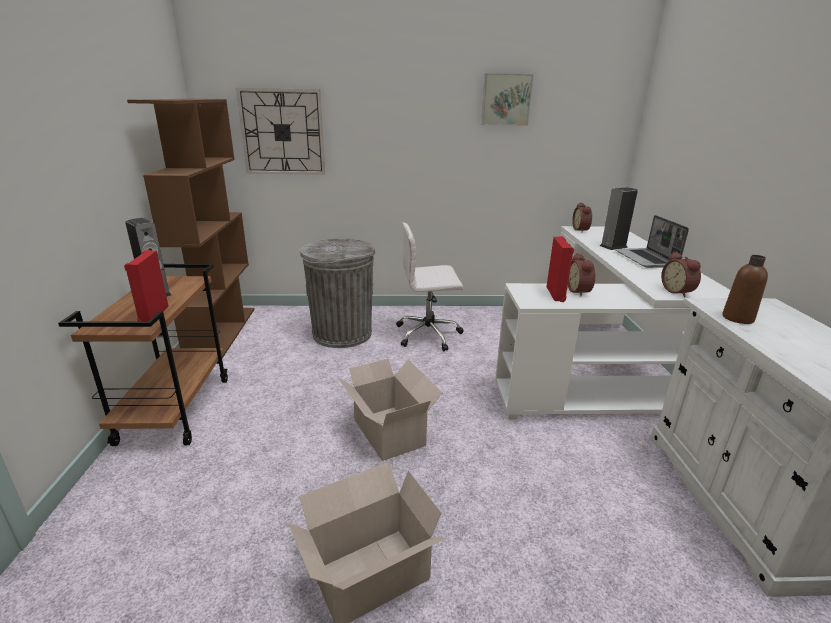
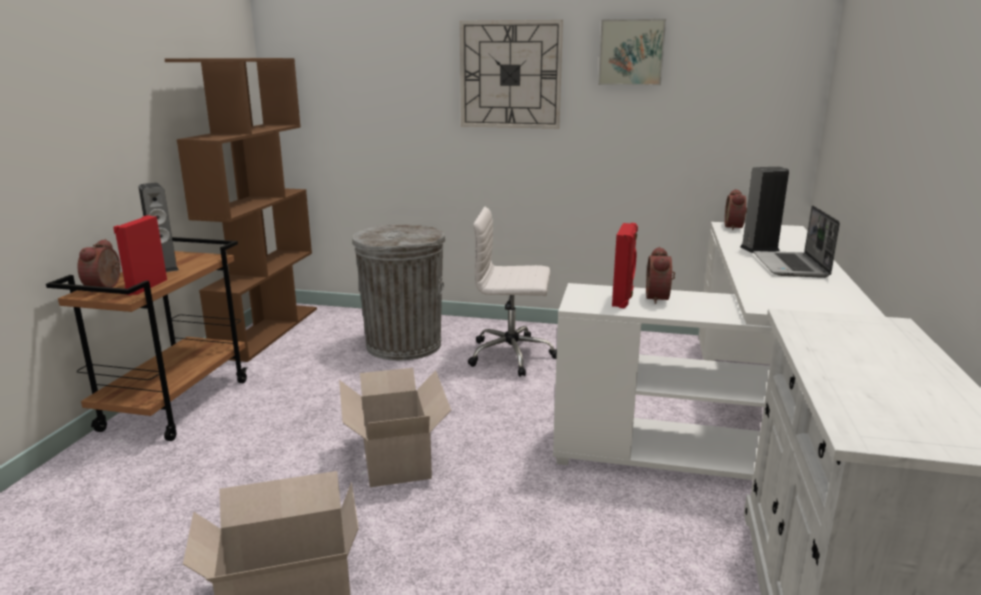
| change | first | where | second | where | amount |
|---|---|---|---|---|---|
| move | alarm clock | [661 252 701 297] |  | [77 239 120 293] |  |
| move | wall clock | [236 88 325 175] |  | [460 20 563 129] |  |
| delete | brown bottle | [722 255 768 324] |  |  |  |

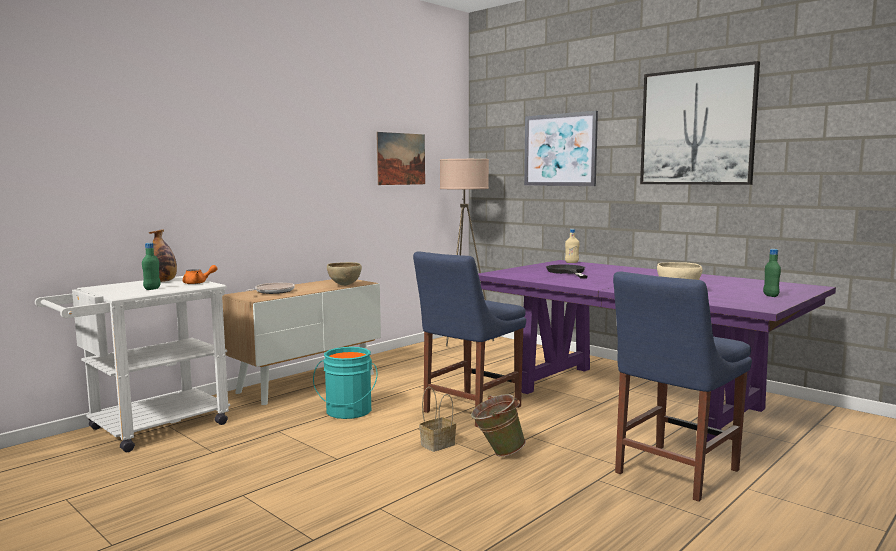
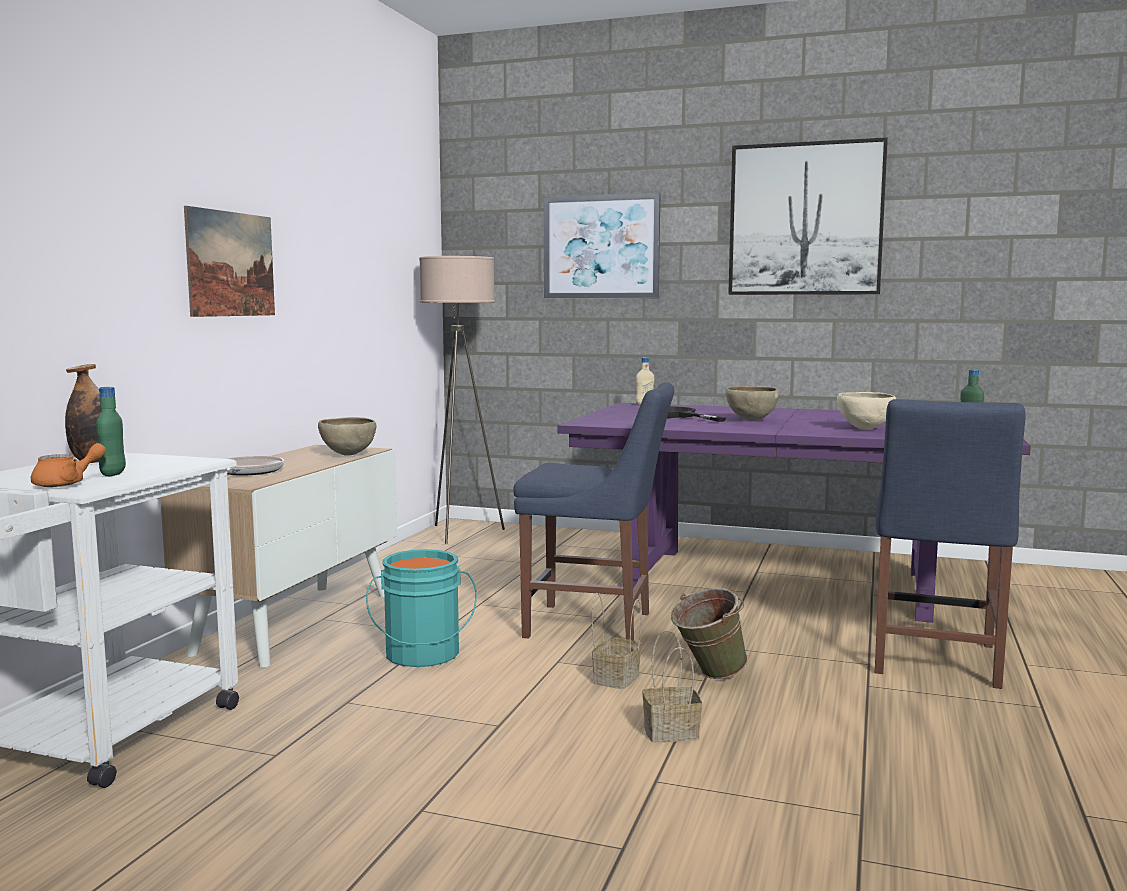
| change | first | where | second | where | amount |
|---|---|---|---|---|---|
| move | orange teapot | [182 265 218 284] |  | [31 443 106 487] |  |
| move | picture | [376 132 425 185] |  | [184 206 275 317] |  |
| rotate | blue chair | [413 251 526 427] |  | [513 383 674 641] | 90 degrees counterclockwise |
| insert |  |  | basket | [642 630 702 742] |  |
| insert |  |  | brown bowl | [725 386 779 421] |  |

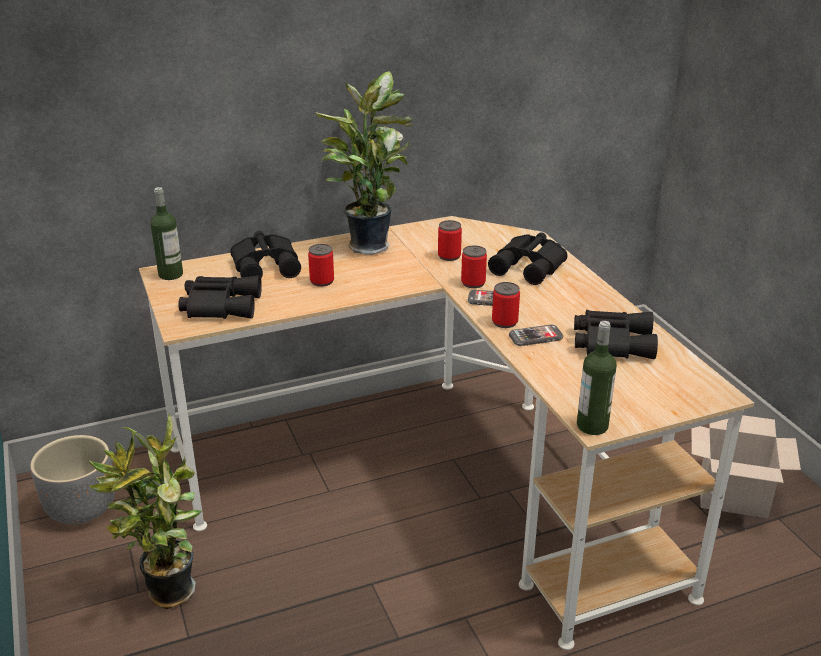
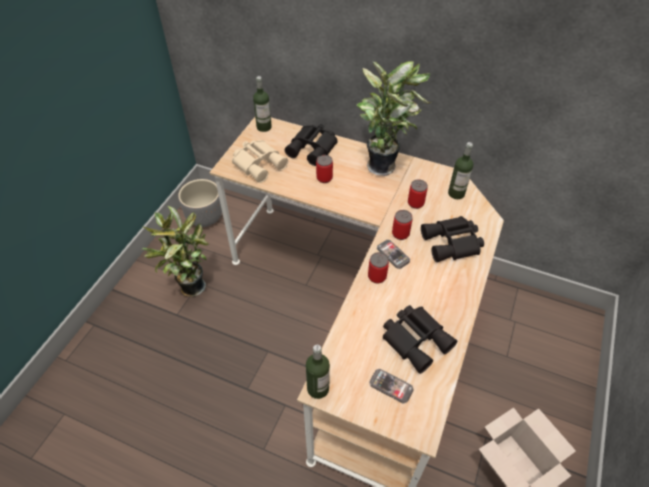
| change | first | where | second | where | amount |
|---|---|---|---|---|---|
| recolor | black binoculars | [178 275 262 319] | beige binoculars | [232 140 288 183] |  |
| move | phone | [509 324 563 346] |  | [369 369 414 403] |  |
| insert |  |  | bottle | [448 142 473 199] |  |

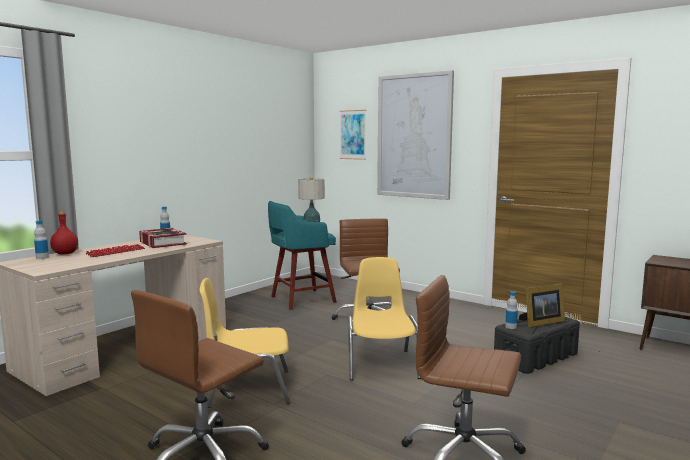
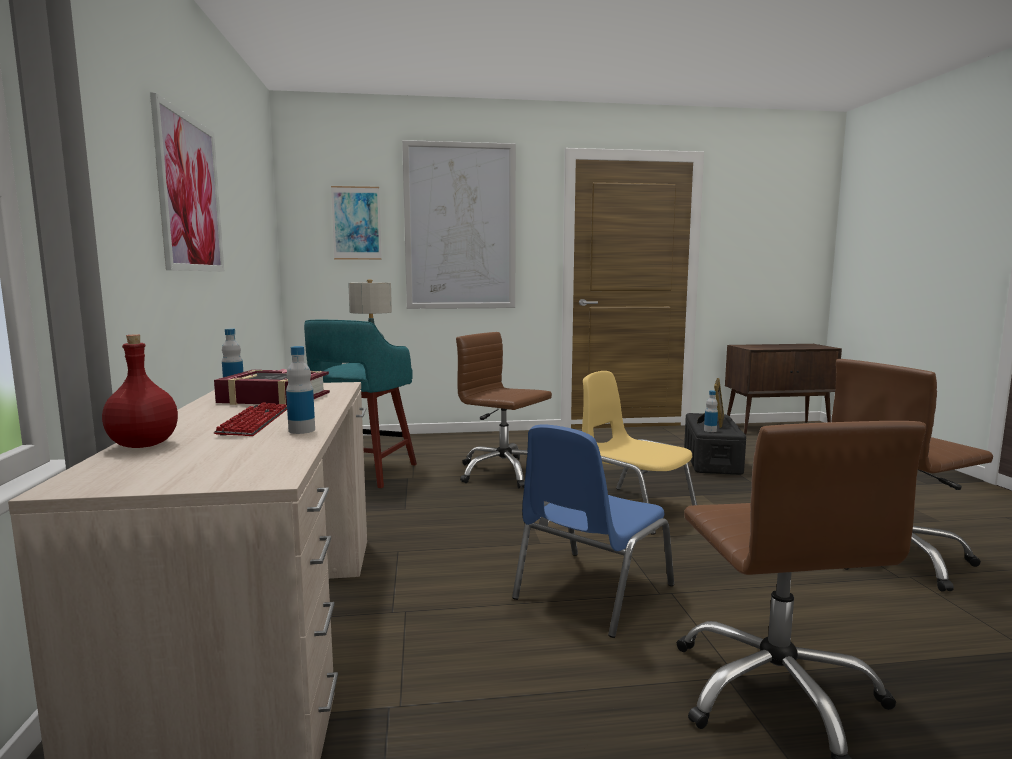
| change | first | where | second | where | amount |
|---|---|---|---|---|---|
| insert |  |  | picture | [150 92 224 272] |  |
| move | bottle | [34 220 49 259] |  | [286 346 315 434] |  |
| recolor | yellow chair | [200 278 290 408] | blue chair | [512 424 674 638] |  |

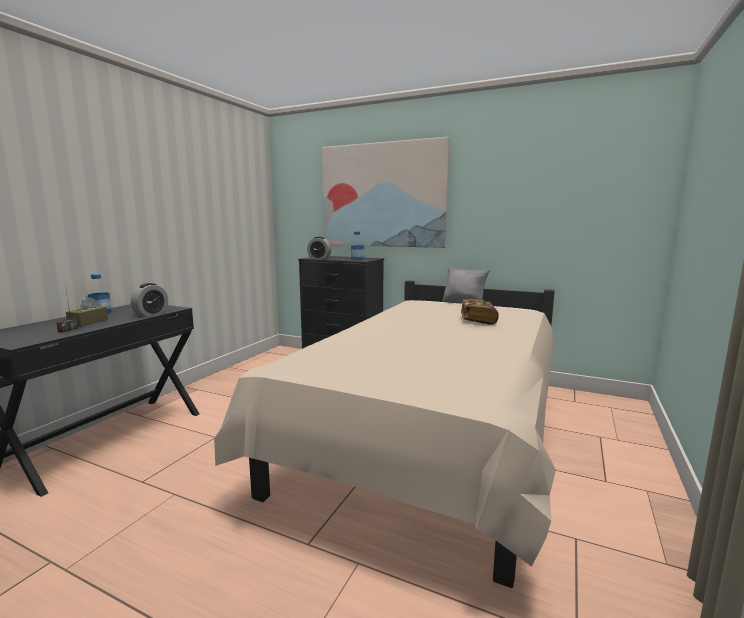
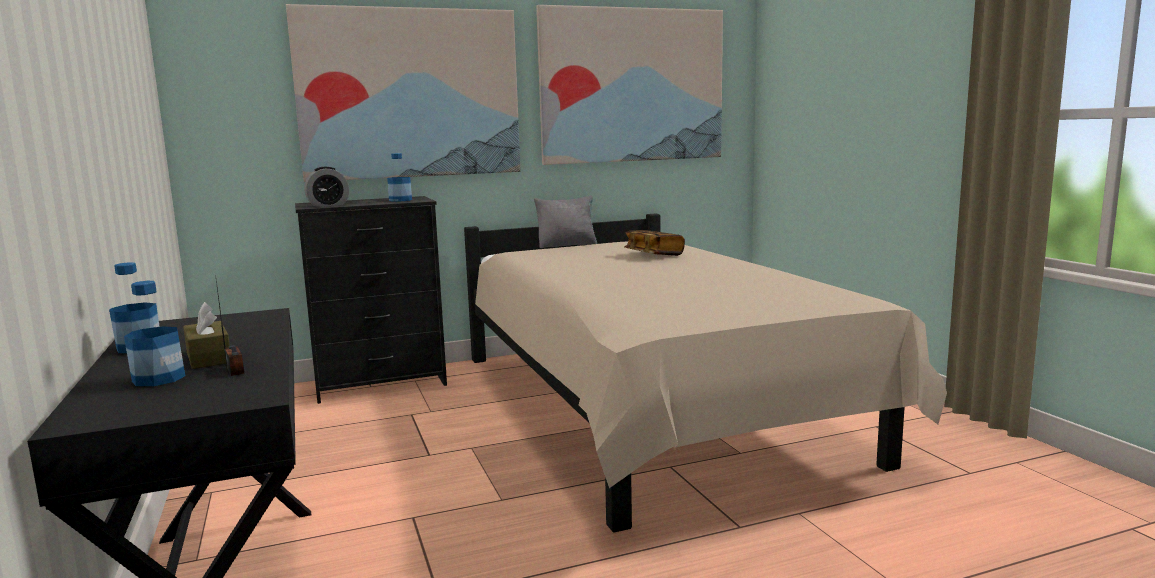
| change | first | where | second | where | amount |
|---|---|---|---|---|---|
| insert |  |  | bottle | [124 281 185 386] |  |
| insert |  |  | picture | [536 5 723 165] |  |
| delete | alarm clock | [130 283 168 317] |  |  |  |

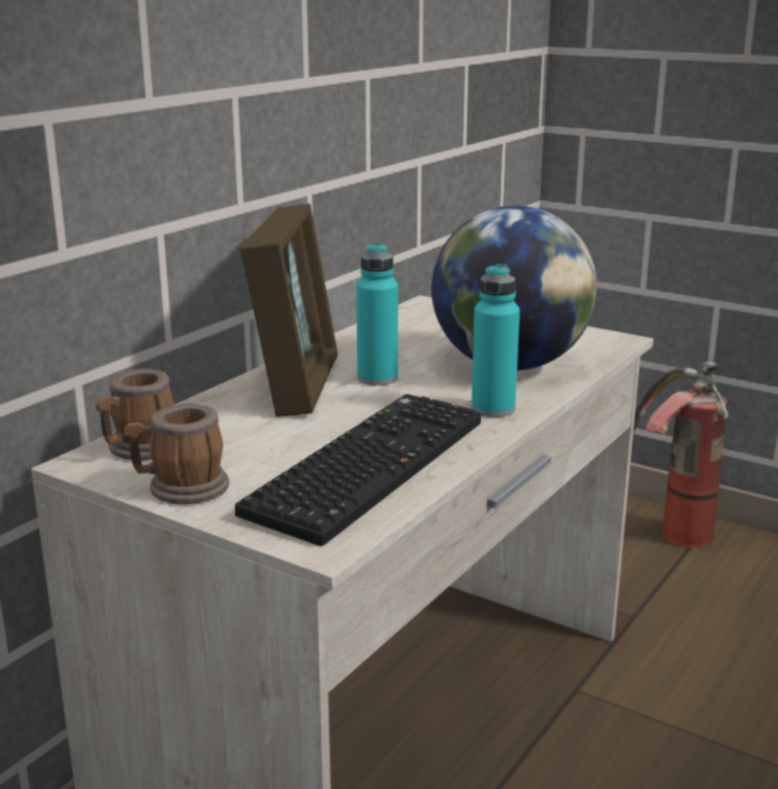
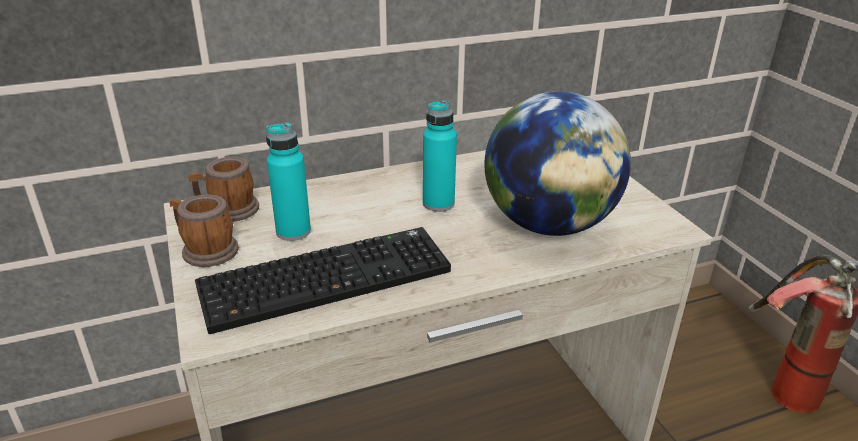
| change | first | where | second | where | amount |
|---|---|---|---|---|---|
| move | turquoise bottle | [471 264 520 417] |  | [266 123 311 241] |  |
| delete | picture frame | [240 203 338 417] |  |  |  |

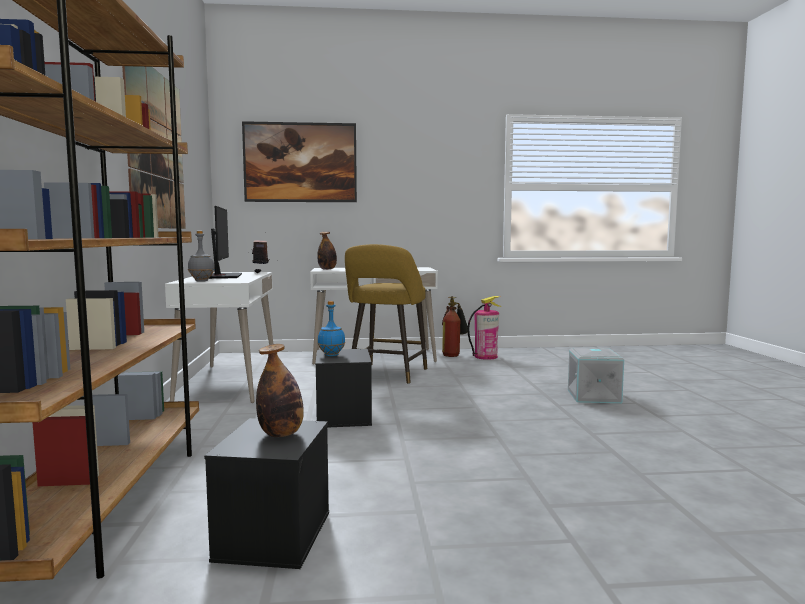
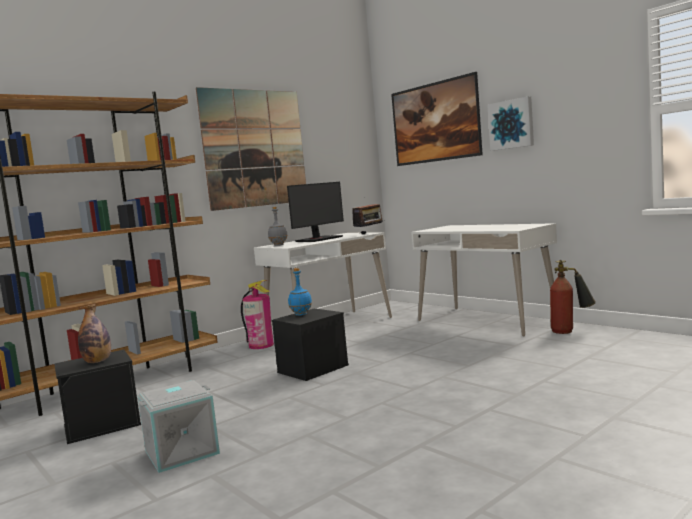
| change | first | where | second | where | amount |
|---|---|---|---|---|---|
| move | grey storage box | [568 348 624 403] |  | [138 380 220 473] |  |
| move | fire extinguisher | [467 296 502 360] |  | [241 280 274 349] |  |
| insert |  |  | picture | [487 96 534 151] |  |
| delete | bottle | [317 232 337 270] |  |  |  |
| delete | yellow stool | [345 244 427 384] |  |  |  |

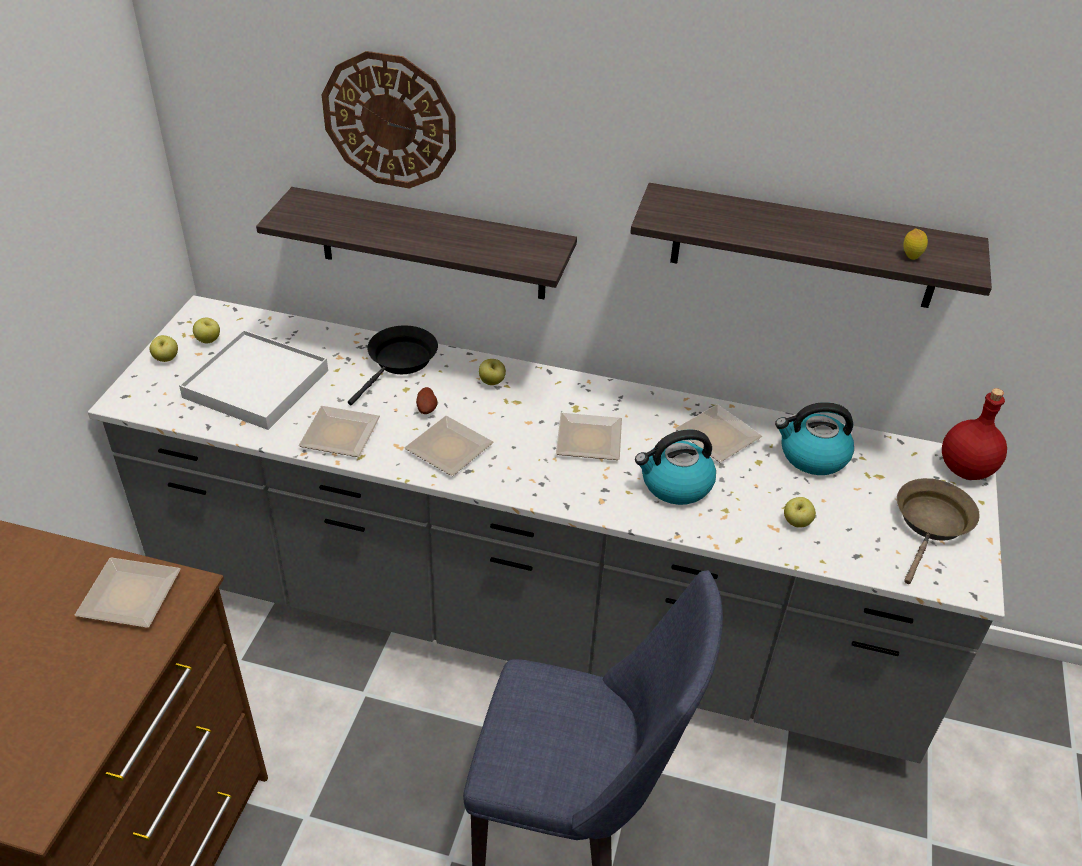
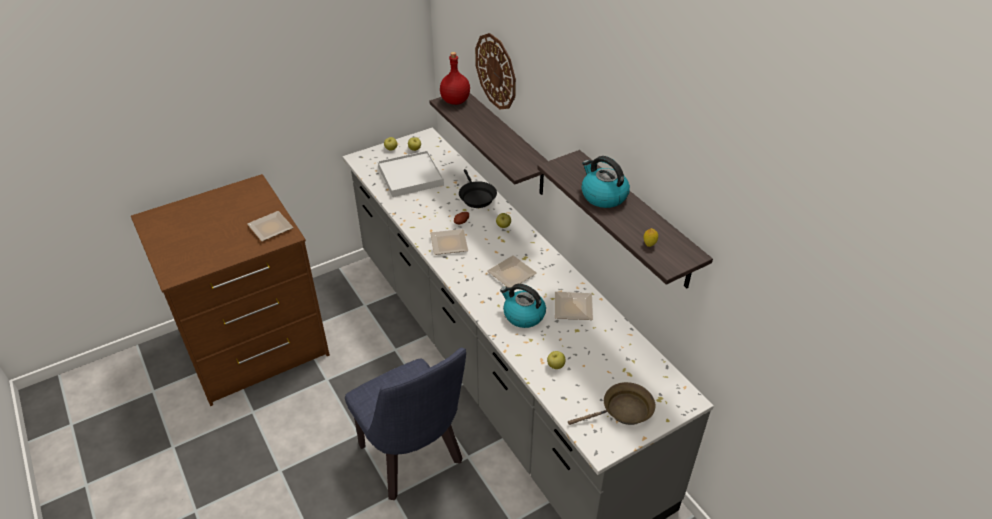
| change | first | where | second | where | amount |
|---|---|---|---|---|---|
| move | red bottle | [942 388 1007 480] |  | [440 52 470 105] |  |
| rotate | black frying pan | [348 326 438 406] |  | [459 169 497 208] | 90 degrees clockwise |
| move | kettle | [775 402 854 475] |  | [581 156 630 208] |  |
| delete | plate | [298 406 380 457] |  |  |  |

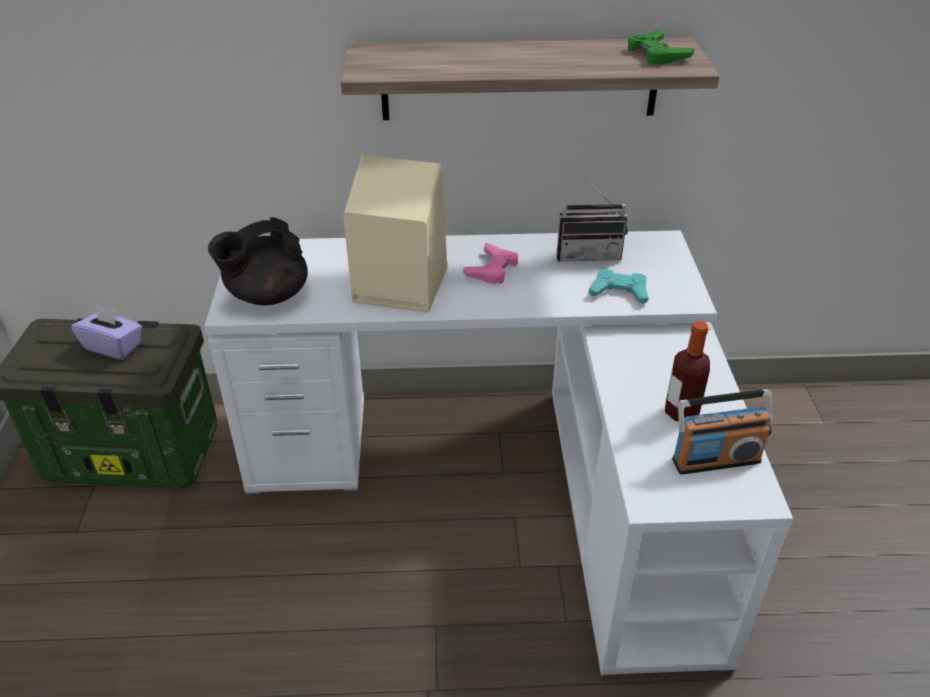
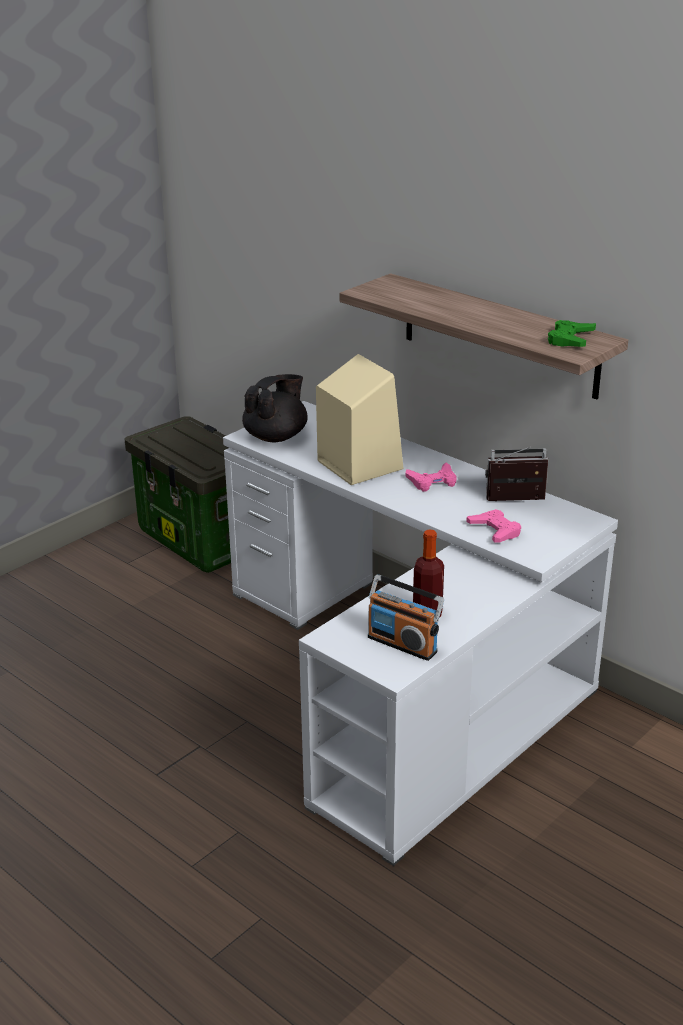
| change | first | where | second | where | amount |
|---|---|---|---|---|---|
| rotate | black teapot | [208 217 308 305] |  | [242 374 307 442] | 120 degrees clockwise |
| recolor | turquoise game controller | [589 269 649 304] | pink game controller | [466 509 521 542] |  |
| rotate | radio | [556 178 628 261] |  | [485 447 548 501] | 135 degrees clockwise |
| delete | purple tissue box | [71 305 142 360] |  |  |  |

